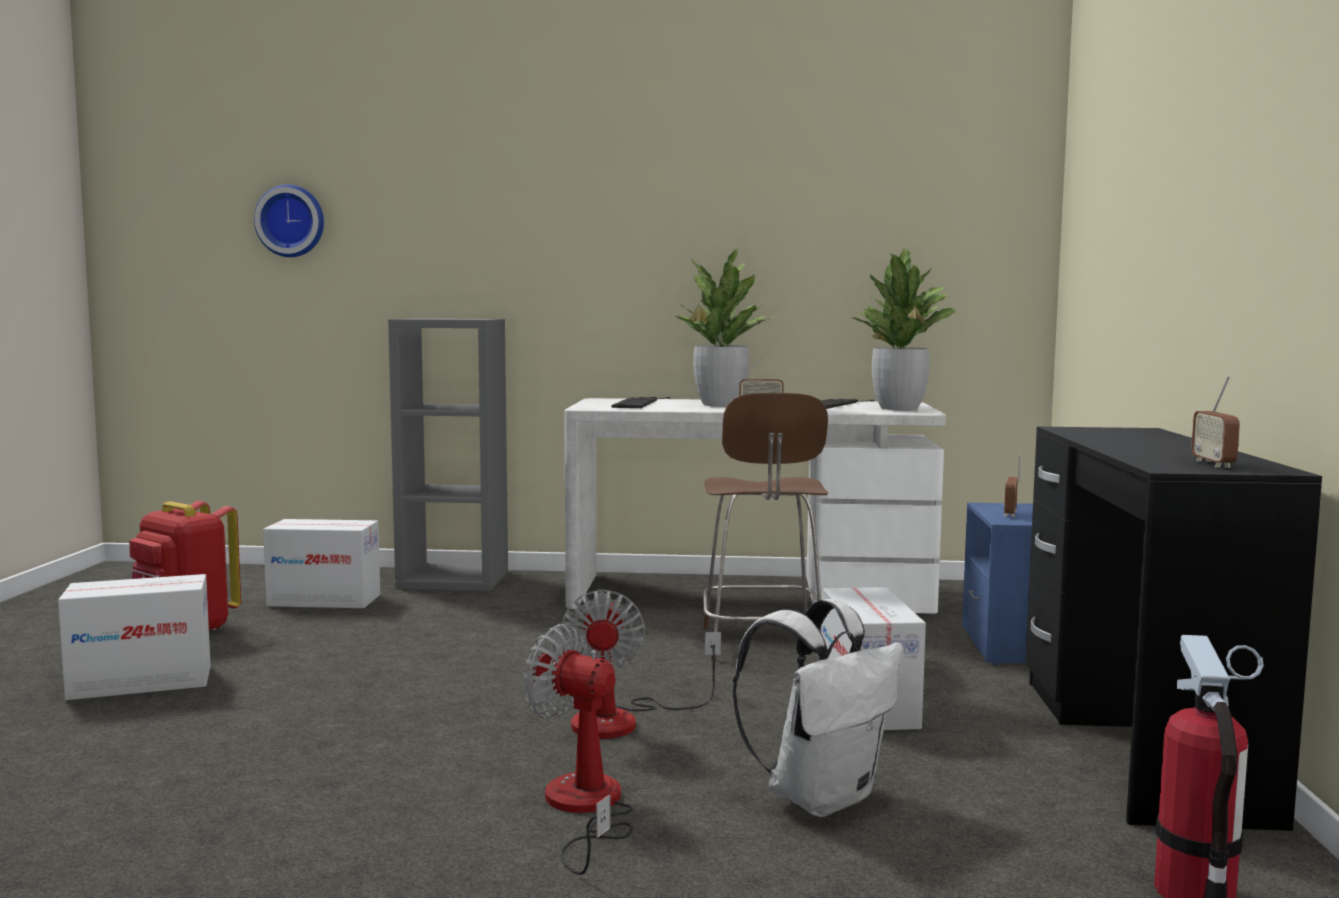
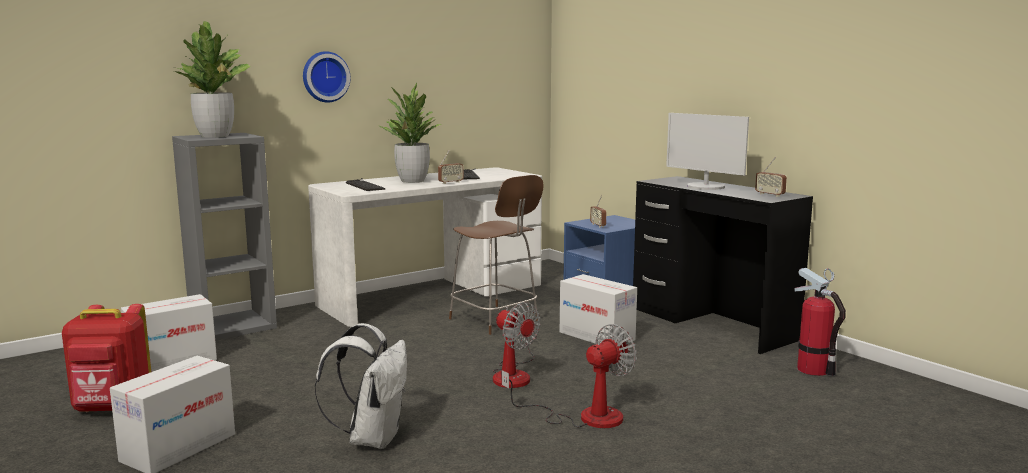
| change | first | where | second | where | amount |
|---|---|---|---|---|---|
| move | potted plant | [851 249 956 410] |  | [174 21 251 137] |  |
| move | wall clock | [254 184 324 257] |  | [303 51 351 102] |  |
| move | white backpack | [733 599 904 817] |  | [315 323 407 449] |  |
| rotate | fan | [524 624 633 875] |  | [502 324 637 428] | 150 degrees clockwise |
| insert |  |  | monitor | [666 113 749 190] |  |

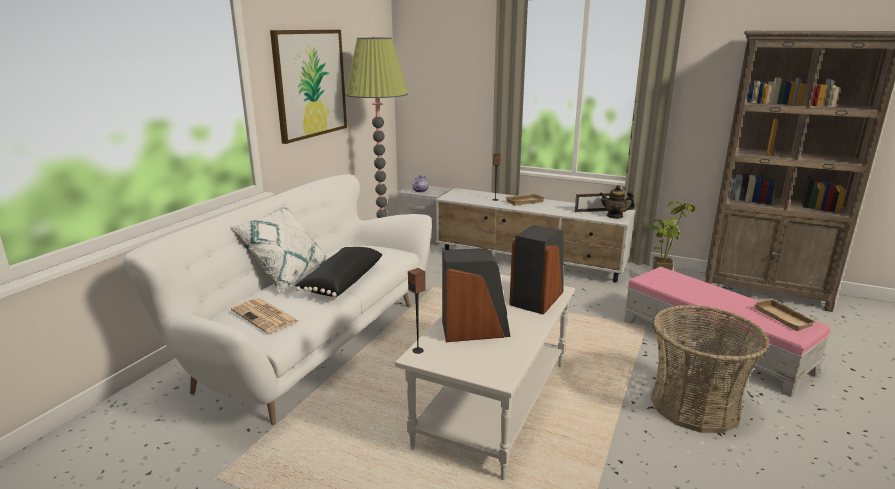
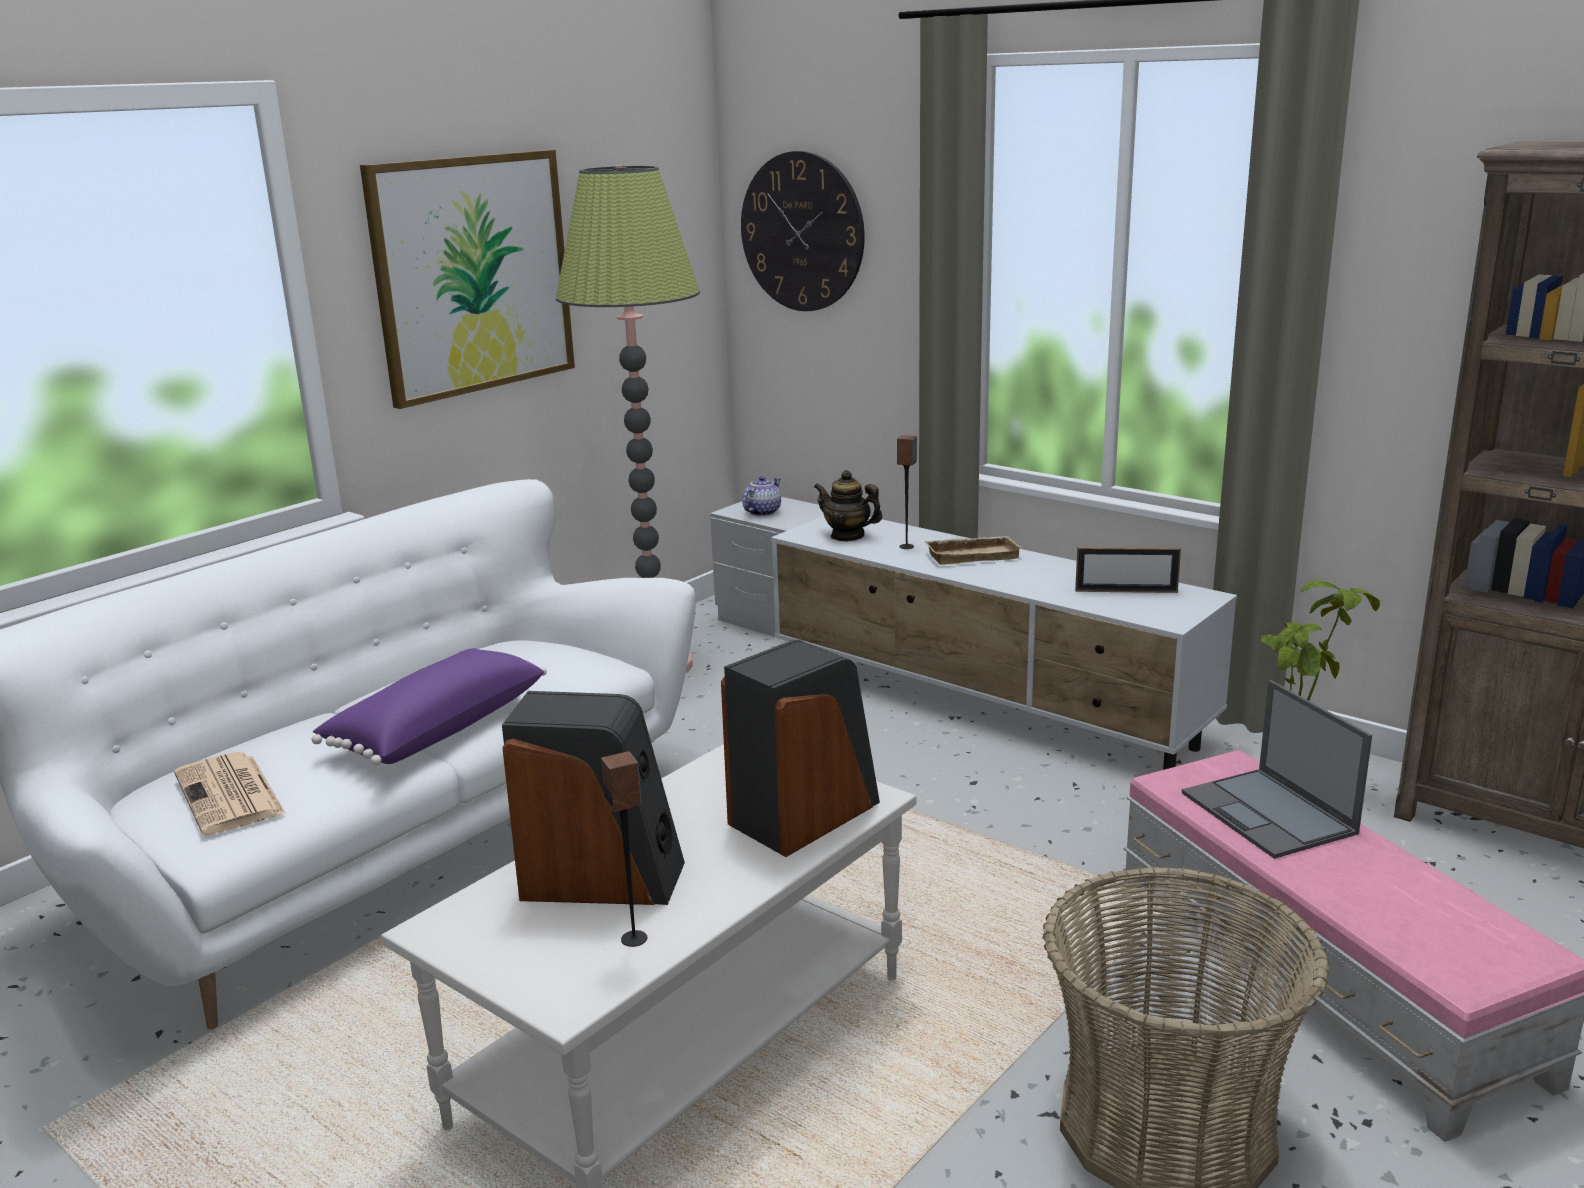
| change | first | where | second | where | amount |
|---|---|---|---|---|---|
| recolor | black pillow | [295 247 382 297] | purple pillow | [312 648 547 765] |  |
| move | speaker | [408 268 426 354] |  | [601 751 647 947] |  |
| insert |  |  | wall clock | [741 151 865 311] |  |
| move | teapot | [600 185 635 219] |  | [814 470 883 541] |  |
| insert |  |  | laptop | [1182 680 1372 859] |  |
| delete | white pillow | [229 203 328 293] |  |  |  |
| delete | beige tray | [754 298 818 331] |  |  |  |

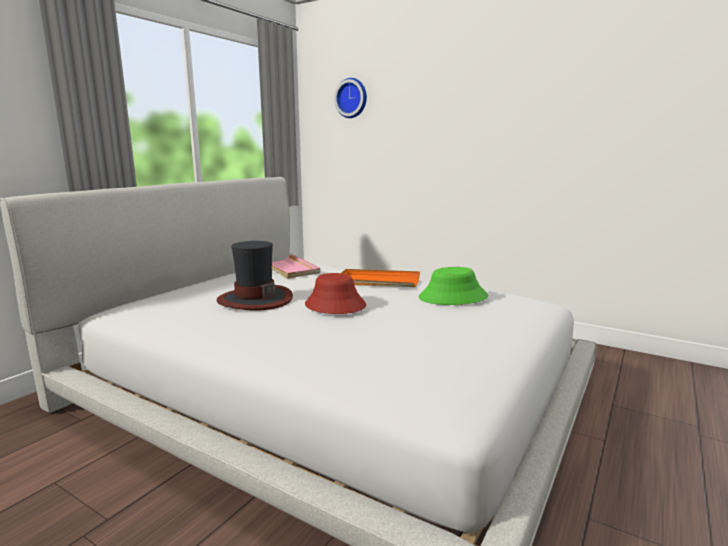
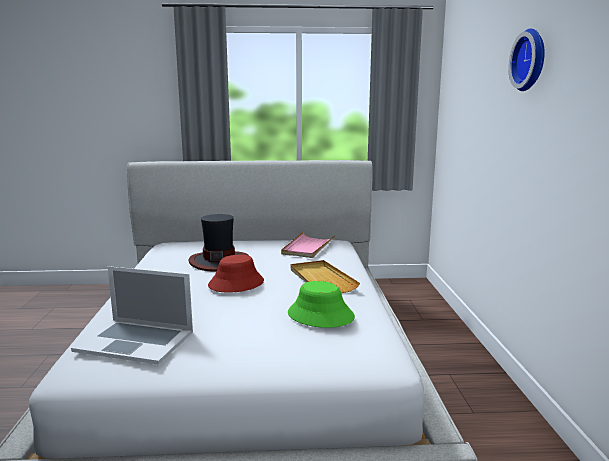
| change | first | where | second | where | amount |
|---|---|---|---|---|---|
| insert |  |  | laptop | [71 266 193 365] |  |
| recolor | orange tray | [342 269 420 287] | beige tray | [290 260 360 293] |  |
| move | wall clock | [334 78 367 118] |  | [508 28 545 91] |  |

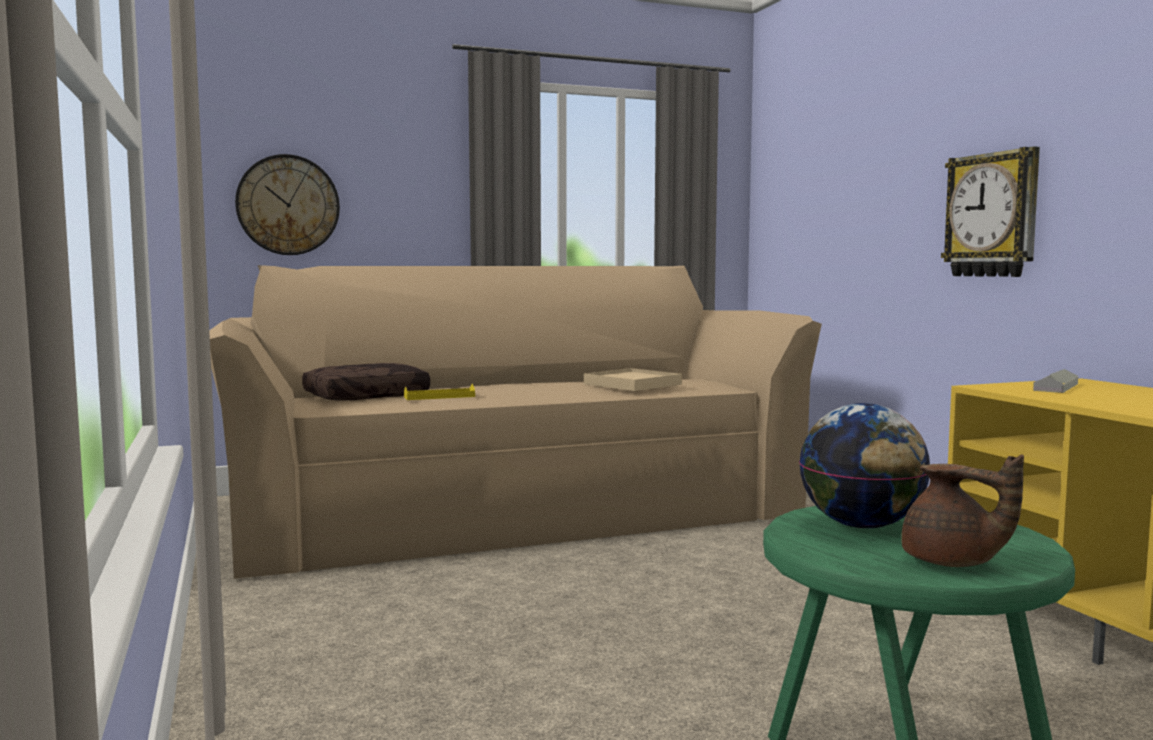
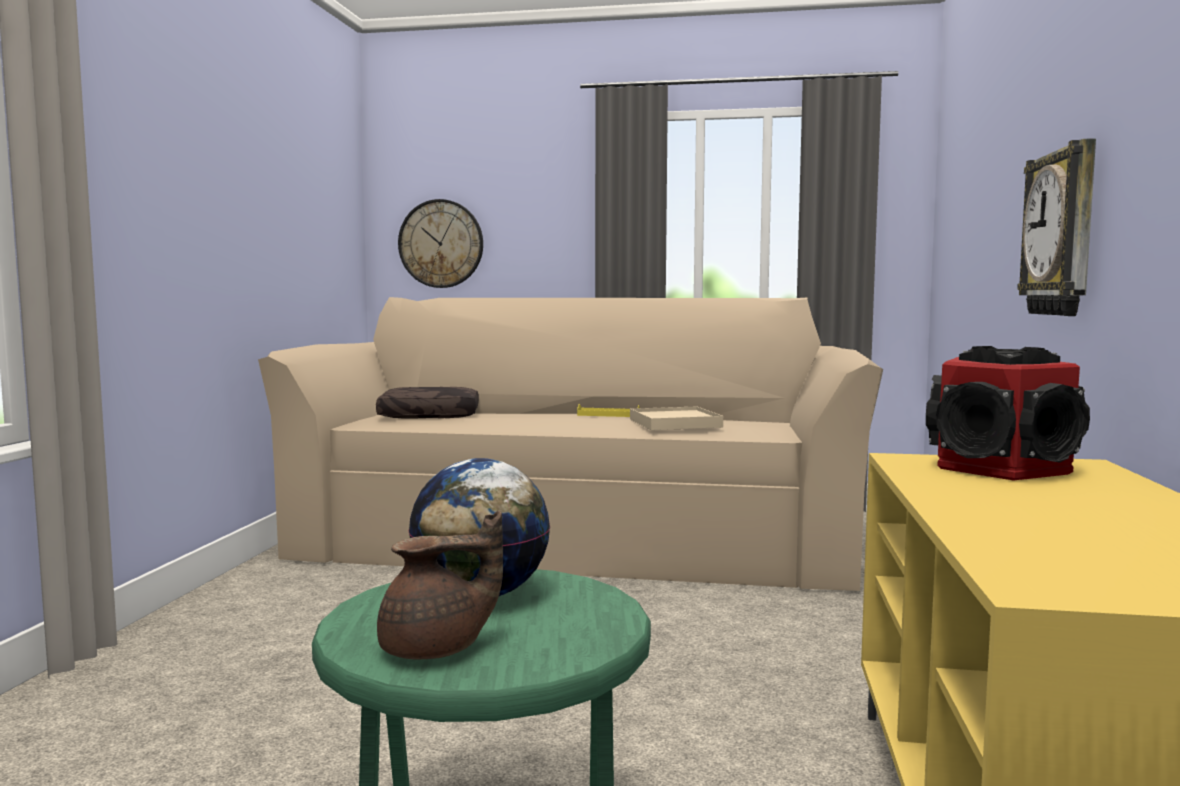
| change | first | where | second | where | amount |
|---|---|---|---|---|---|
| rotate | brown teapot | [901 454 1024 567] |  | [377 510 503 659] | 90 degrees counterclockwise |
| move | yellow tray | [404 384 475 400] |  | [577 404 640 417] |  |
| replace | grey tray | [1033 369 1078 393] | speaker | [926 346 1090 480] |  |

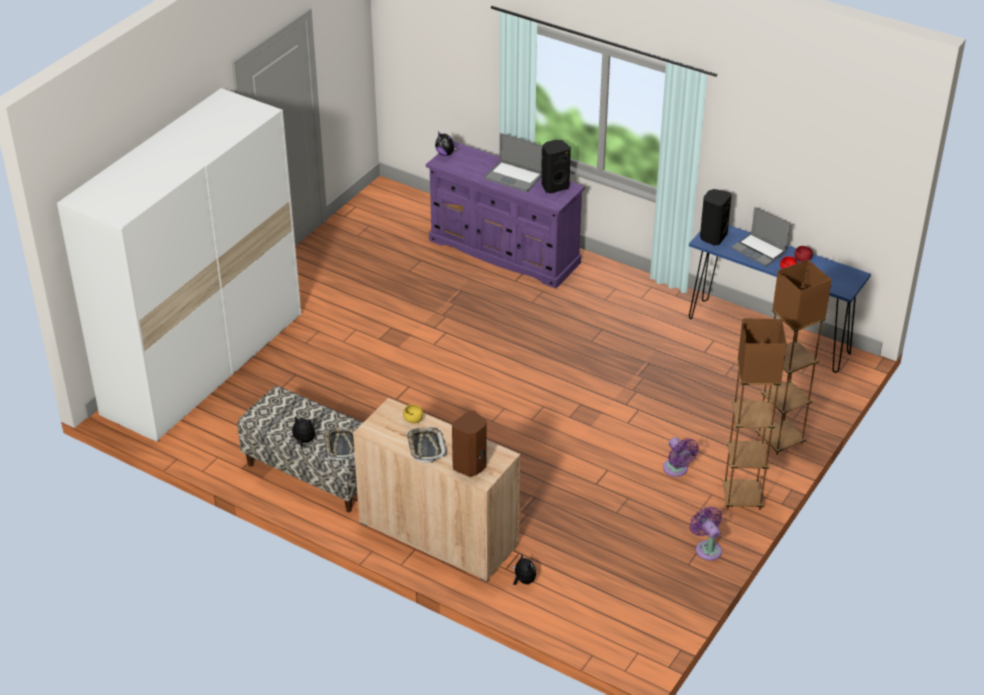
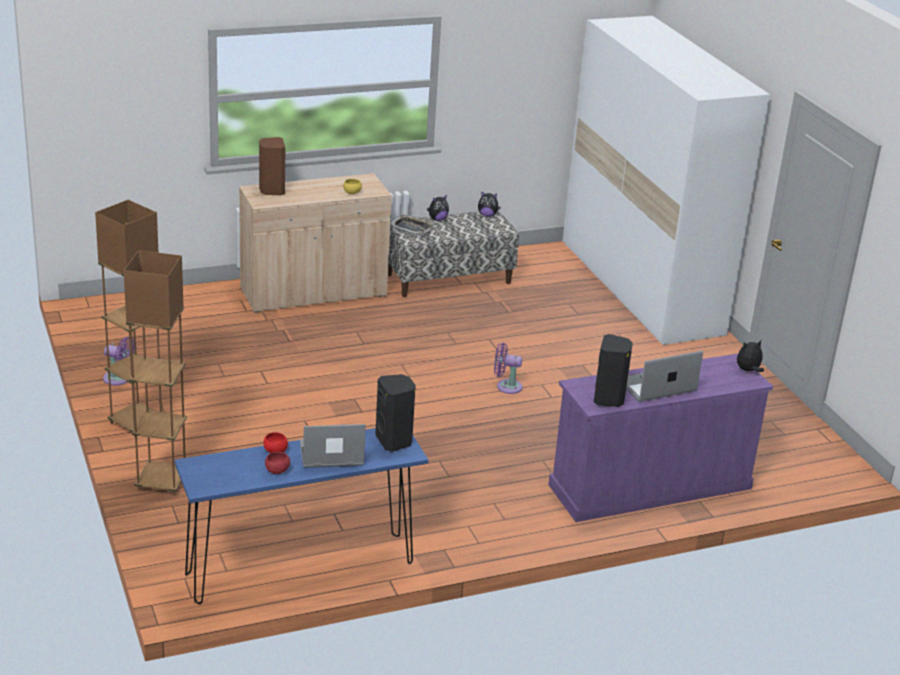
| change | first | where | second | where | amount |
|---|---|---|---|---|---|
| move | plush toy | [512 554 536 585] |  | [478 192 501 217] |  |
| move | purple fan | [663 437 699 477] |  | [494 342 523 394] |  |
| delete | tray | [406 427 447 463] |  |  |  |

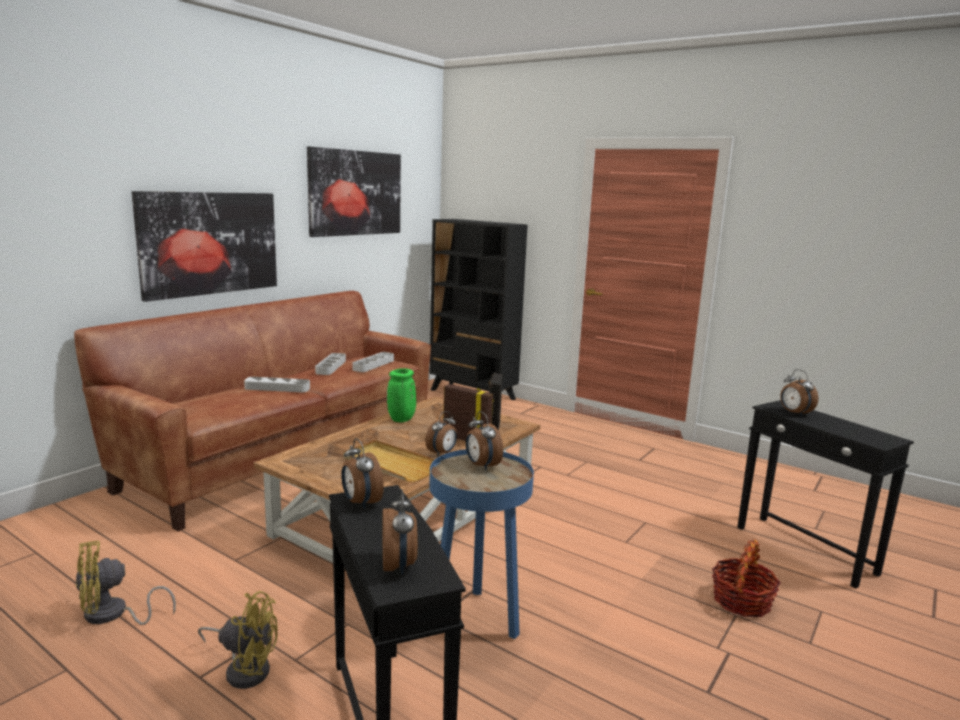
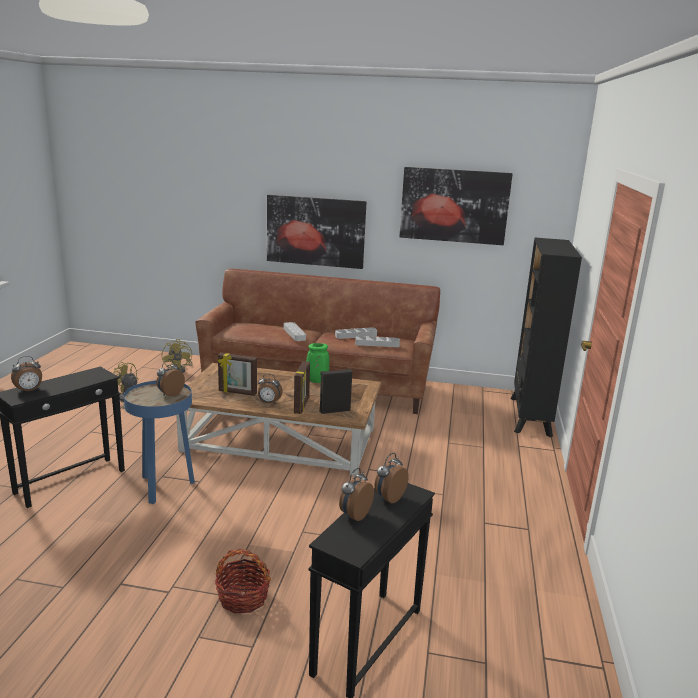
| change | first | where | second | where | amount |
|---|---|---|---|---|---|
| move | yellow fan | [198 591 278 689] |  | [162 339 193 373] |  |
| replace | beige tray | [343 440 435 482] | picture frame | [218 353 257 396] |  |
| move | alarm clock | [341 438 384 509] |  | [339 468 374 521] |  |

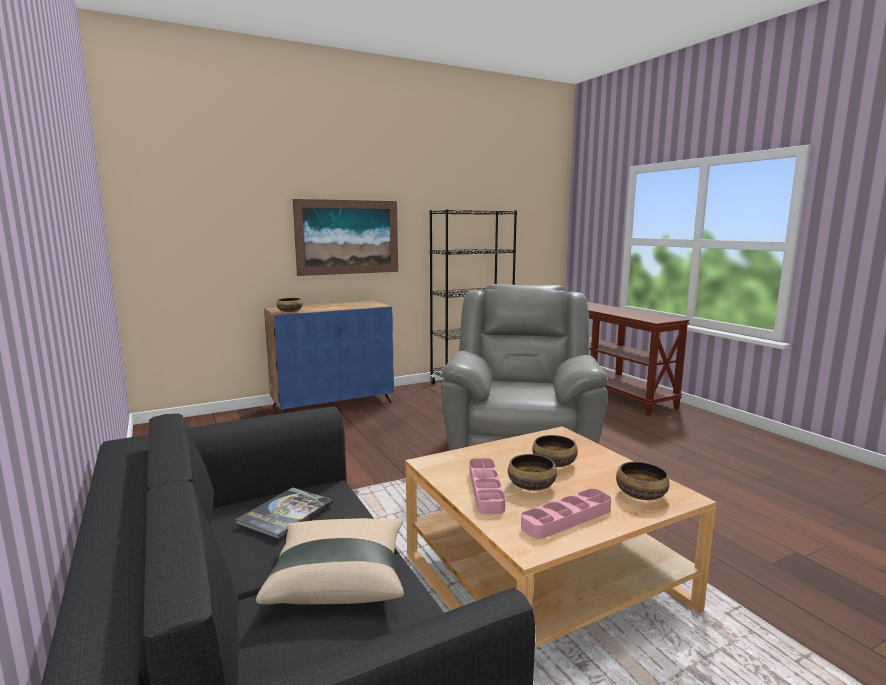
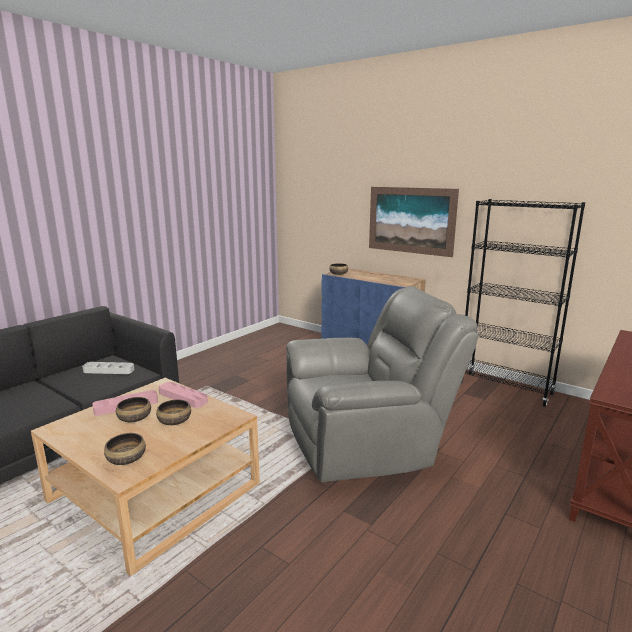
| change | first | where | second | where | amount |
|---|---|---|---|---|---|
| replace | book | [235 487 333 539] | grey tray | [82 362 134 374] |  |
| move | pink tray | [521 488 611 539] |  | [159 382 208 408] |  |
| delete | beige pillow | [256 518 404 605] |  |  |  |

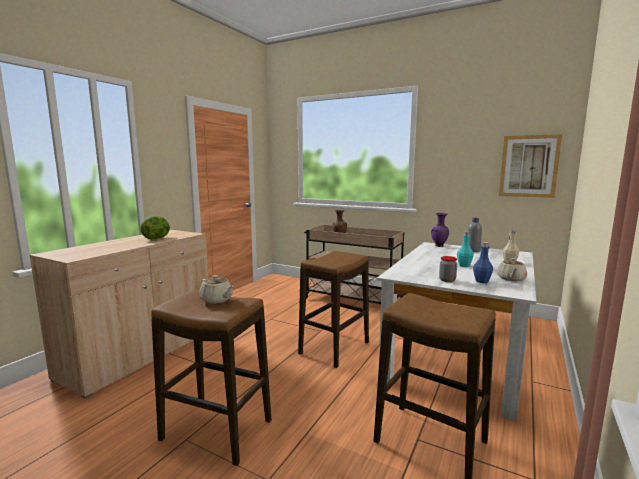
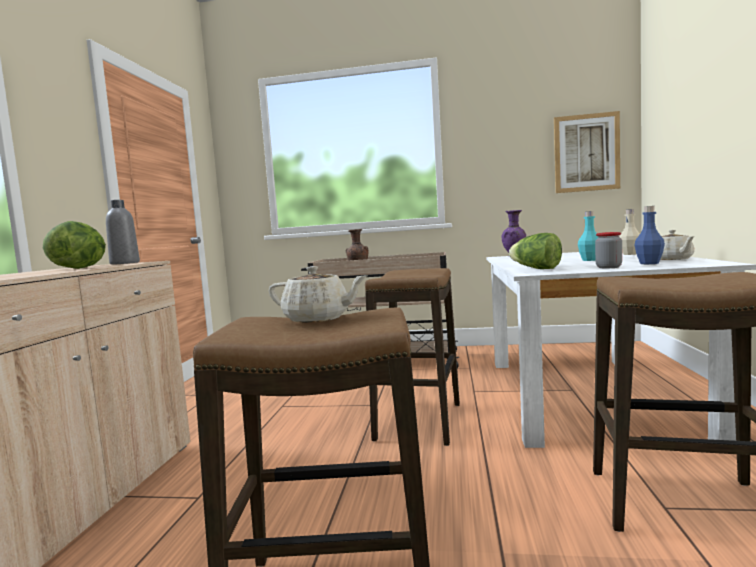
| change | first | where | second | where | amount |
|---|---|---|---|---|---|
| move | grey bottle | [467 218 482 252] |  | [106 200 140 265] |  |
| insert |  |  | lettuce | [509 233 562 269] |  |

